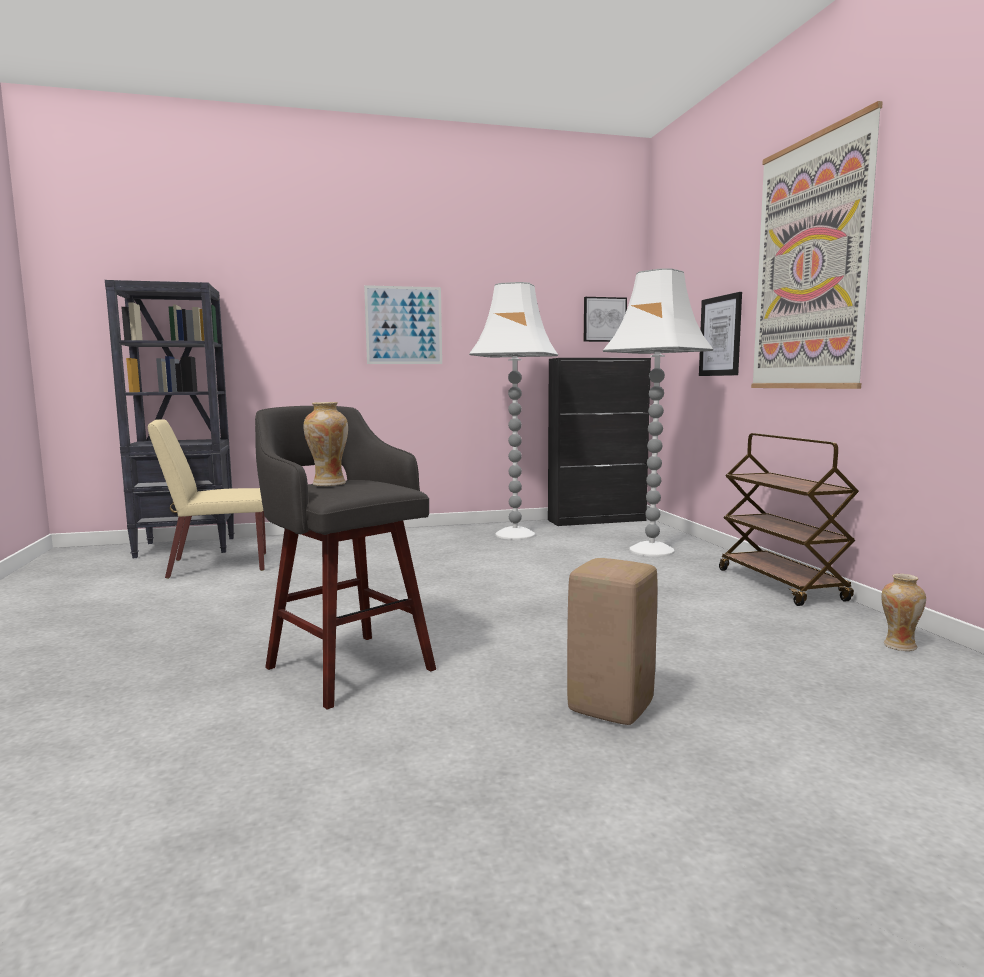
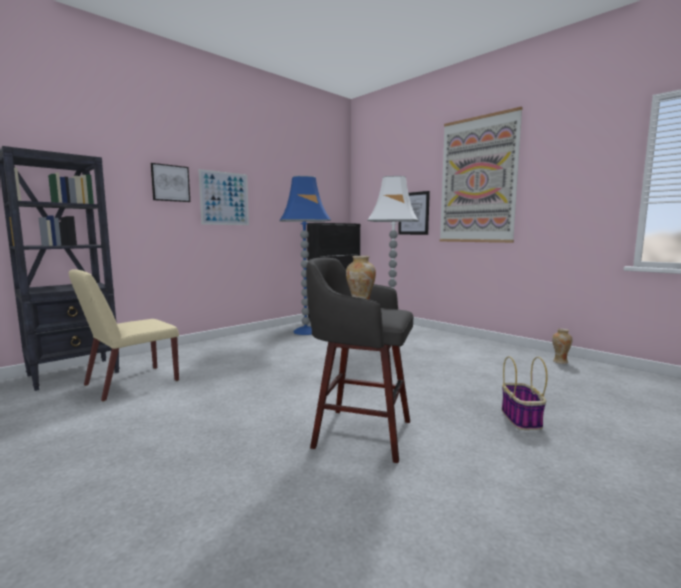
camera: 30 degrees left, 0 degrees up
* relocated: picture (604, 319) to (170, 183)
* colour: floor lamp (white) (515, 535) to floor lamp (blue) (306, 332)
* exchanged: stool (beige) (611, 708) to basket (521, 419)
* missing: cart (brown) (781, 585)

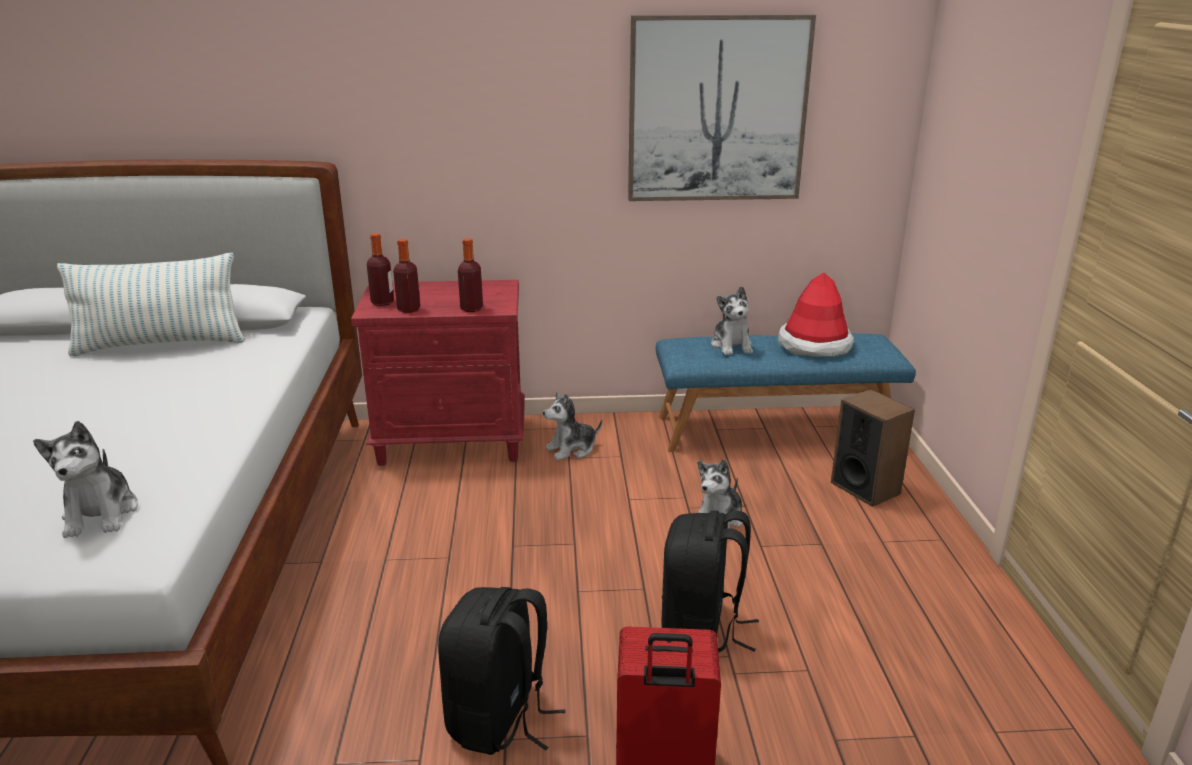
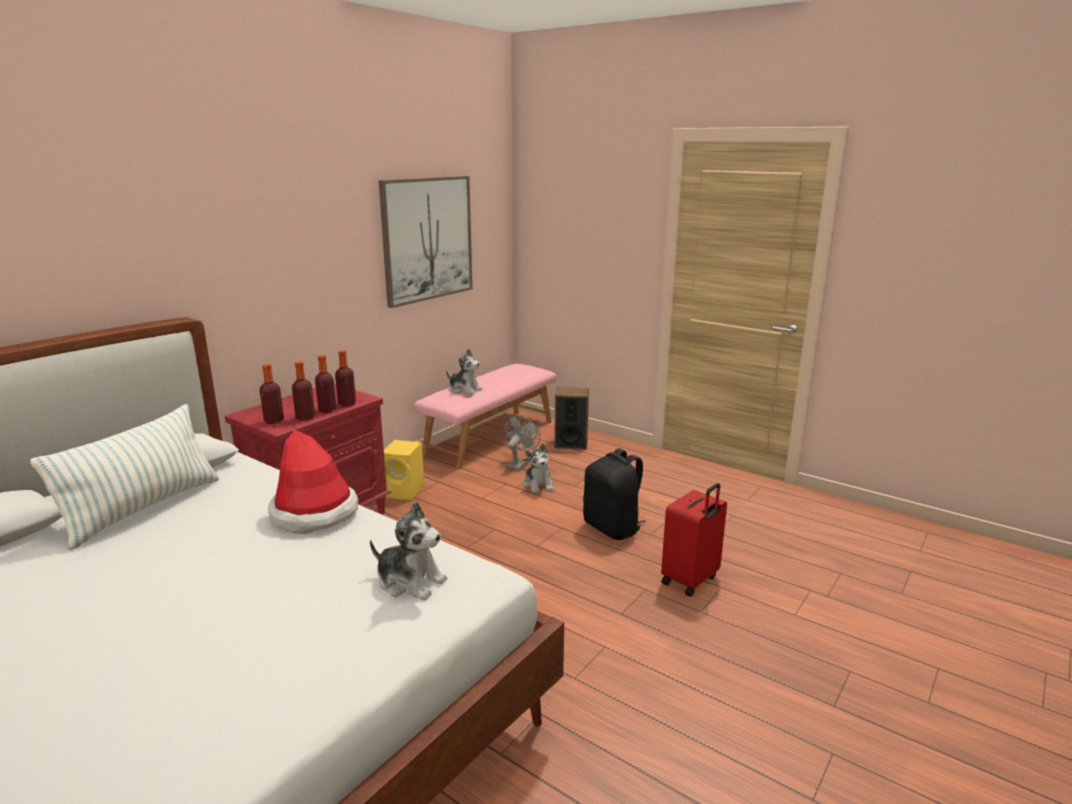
camera: 50 degrees left, 5 degrees down
* relocated: hat (814, 345) to (315, 513)
* appeared: bottle (327, 410)
* exchanged: plush toy (572, 449) to speaker (yellow) (405, 491)
* colour: bench (blue) (774, 429) to bench (pink) (489, 437)
* appeared: fan (grey) (519, 464)
* missing: backpack (black) (499, 719)

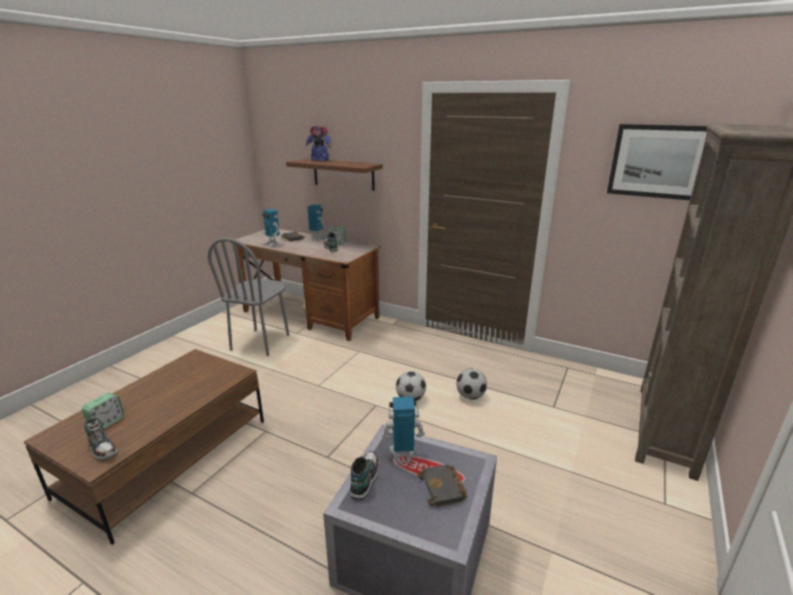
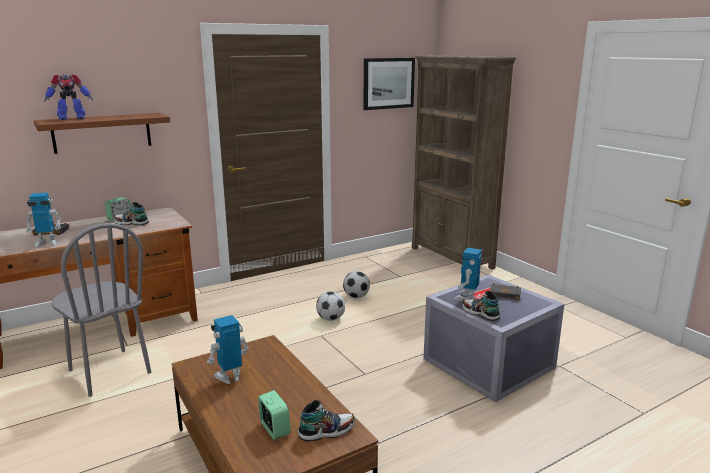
camera: 60 degrees left, 5 degrees down
* relocated: toy robot (317, 237) to (230, 377)

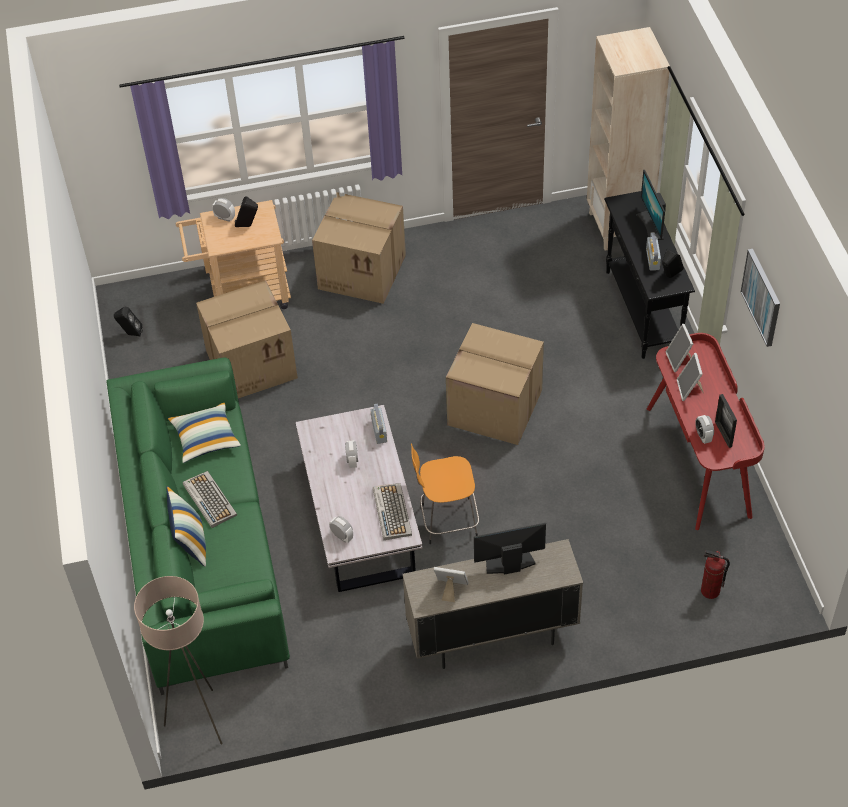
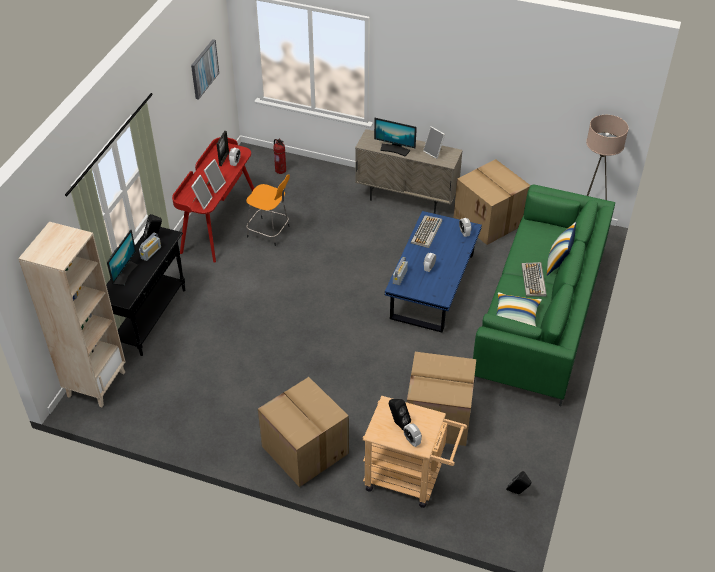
camera: 150 degrees left, 5 degrees down
* relocated: picture (762, 297) to (204, 69)
* relocated: stool (orange) (447, 521) to (269, 232)
* colour: coffee table (white) (360, 515) to coffee table (blue) (432, 286)
* relocated: cardboard box (493, 408) to (490, 221)

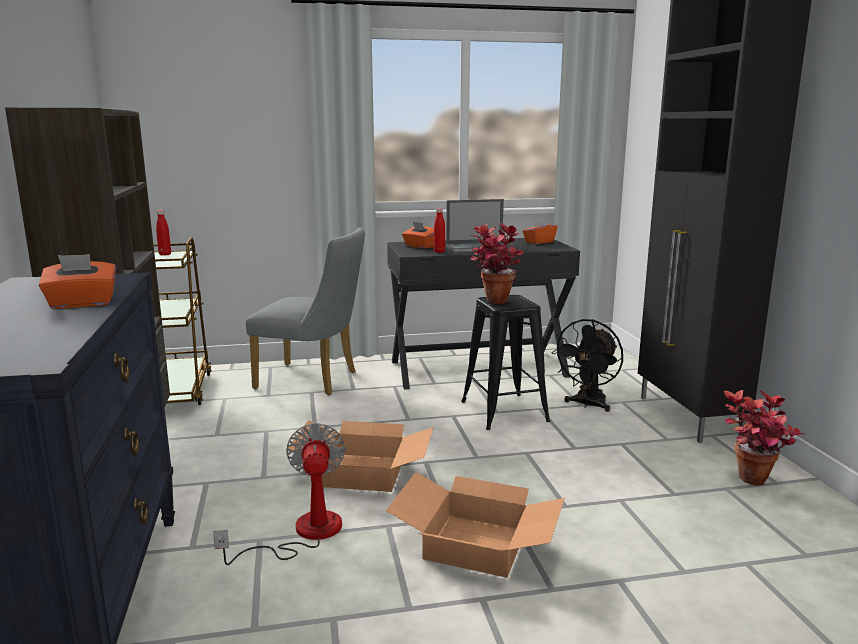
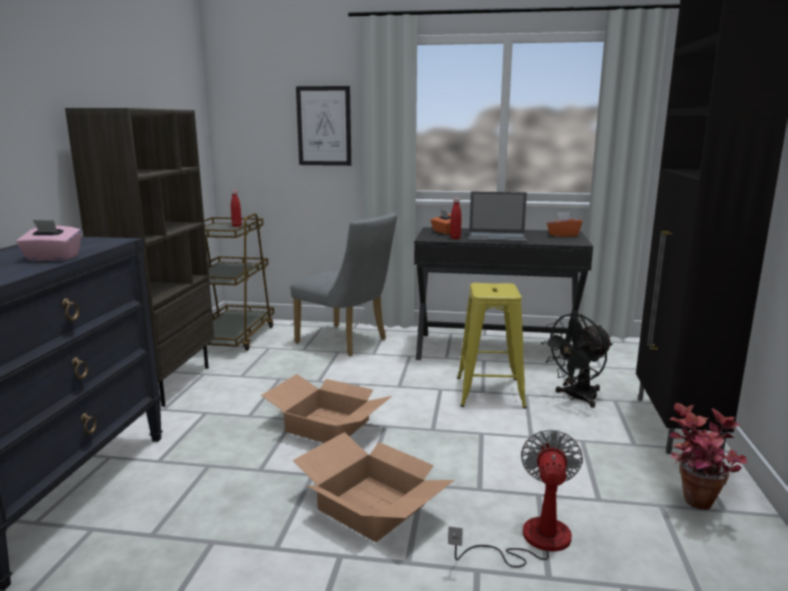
camera: 20 degrees right, 0 degrees up
* colour: tissue box (orange) (82, 304) to tissue box (pink) (52, 258)
* appeared: picture (324, 126)
* relocated: fan (303, 534) to (531, 540)
* colour: stool (black) (504, 411) to stool (yellow) (490, 392)
* missing: potted plant (493, 303)

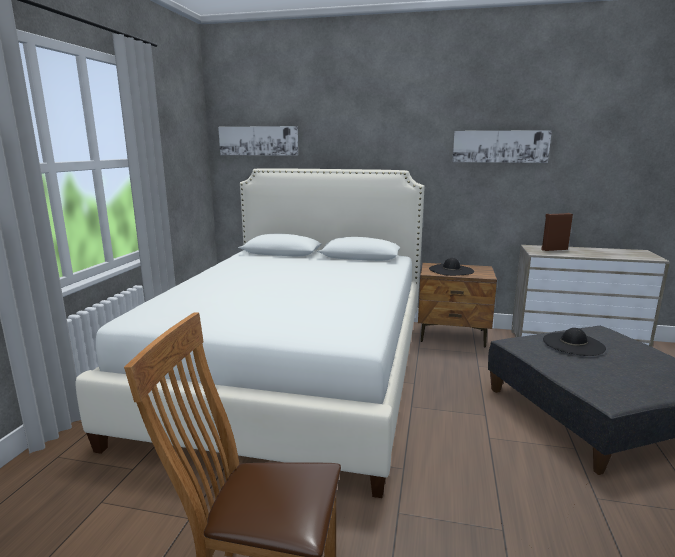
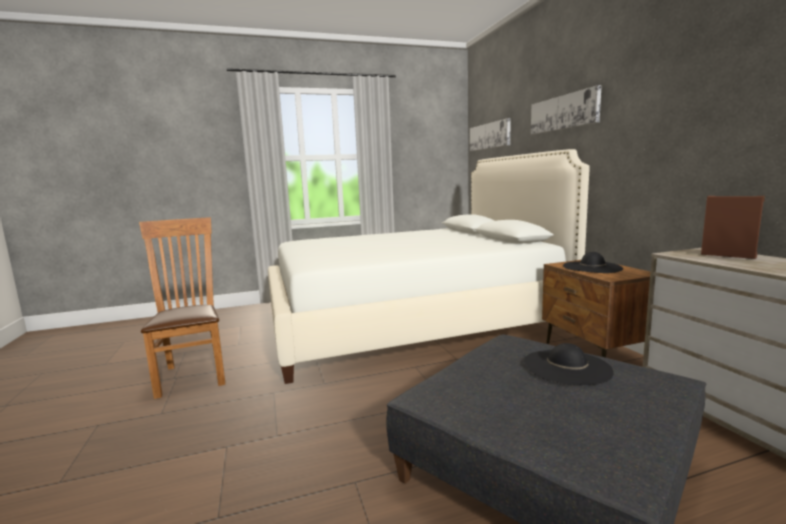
camera: 60 degrees right, 5 degrees down
* relocated: picture (500, 146) to (564, 112)

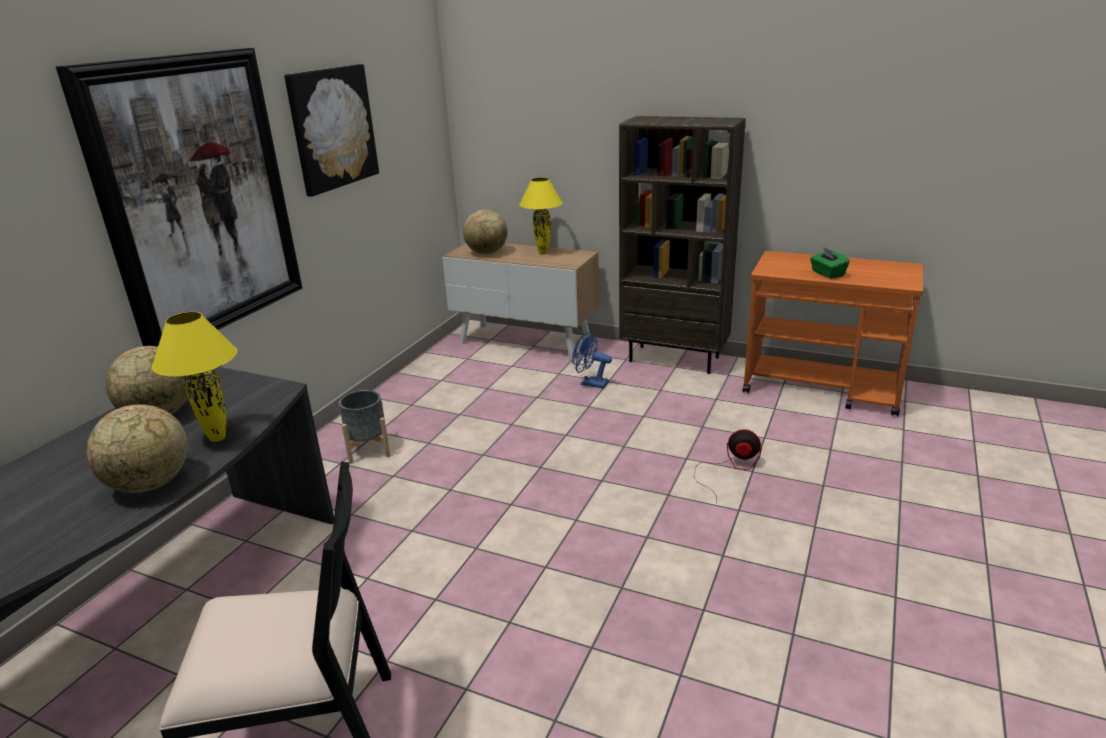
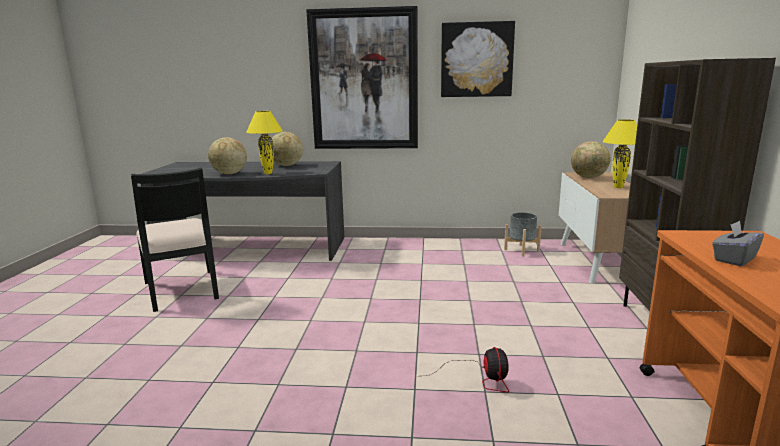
camera: 70 degrees right, 10 degrees down
* relocated: planter (grey) (368, 450) to (521, 250)
* colour: tissue box (green) (827, 274) to tissue box (grey) (734, 259)
* missing: fan (blue) (590, 383)

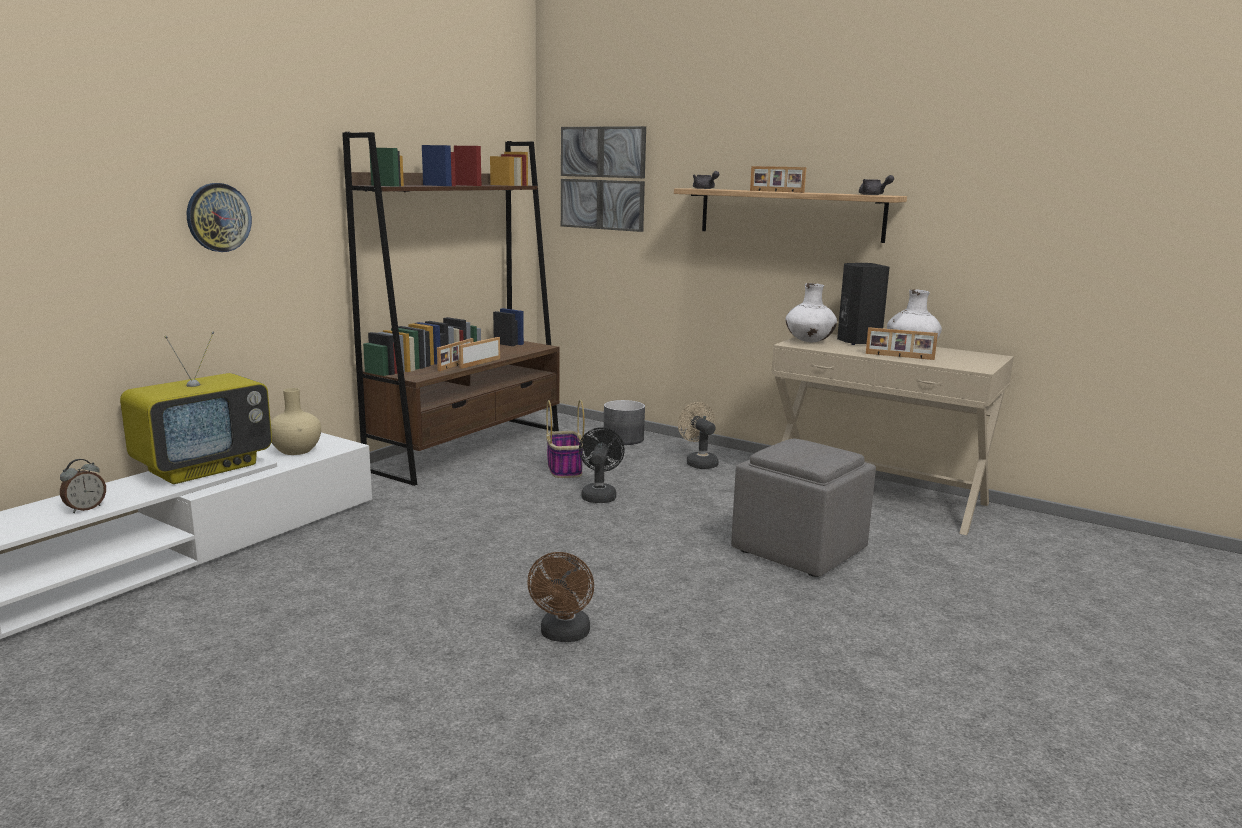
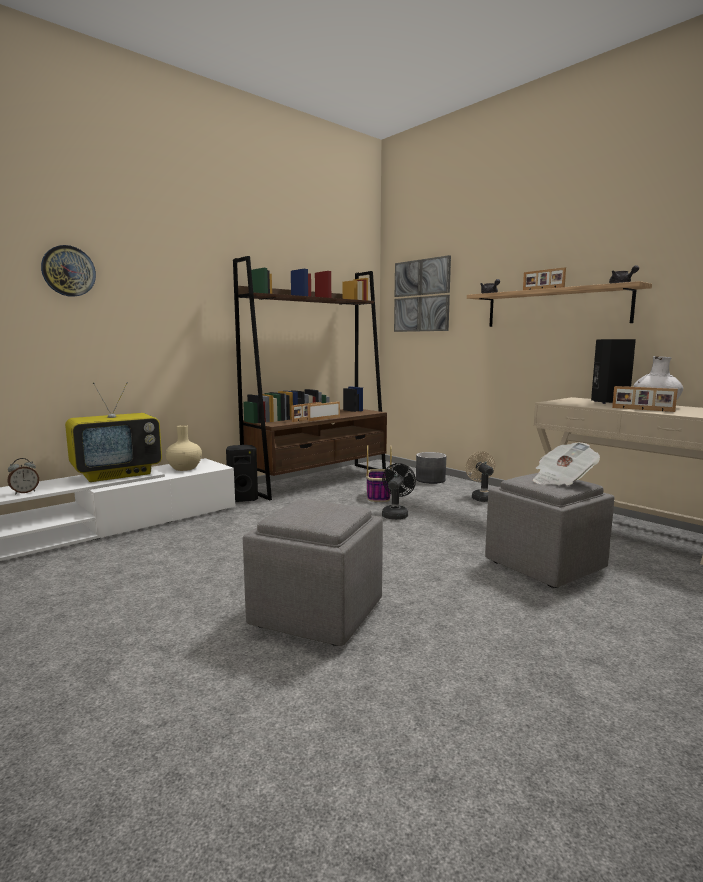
camera: 15 degrees right, 5 degrees down
* relocated: wall clock (218, 217) to (68, 271)
* appeared: speaker (black) (242, 499)
* exchanged: fan (brown) (564, 635) to ottoman (grey) (318, 613)
* appeared: newspaper (562, 480)
* missing: vase (white) (809, 341)

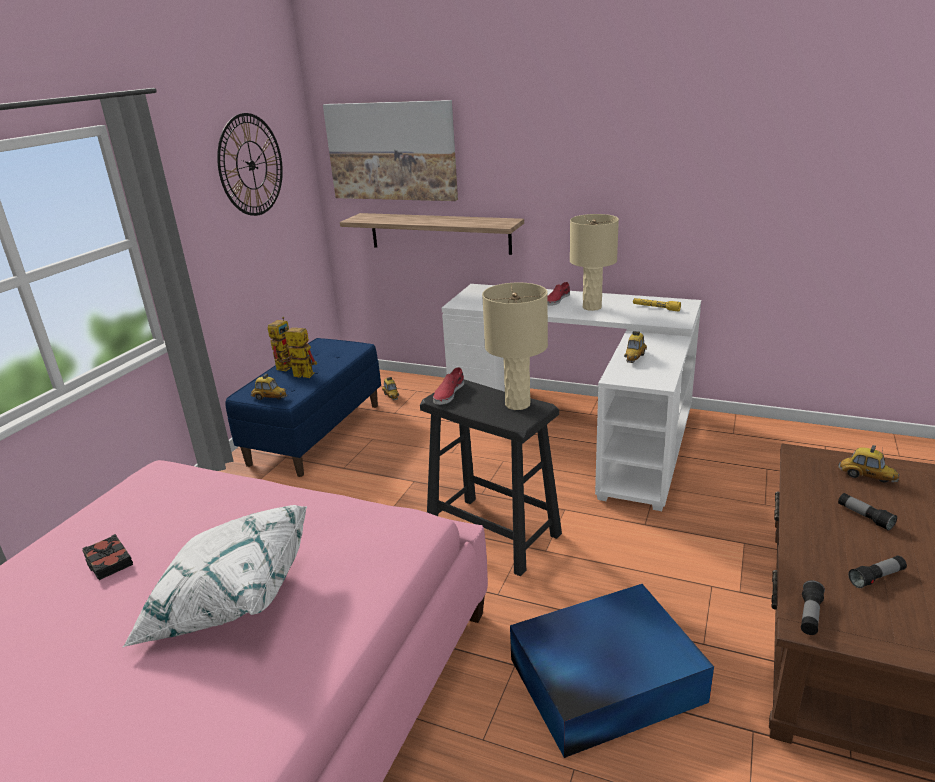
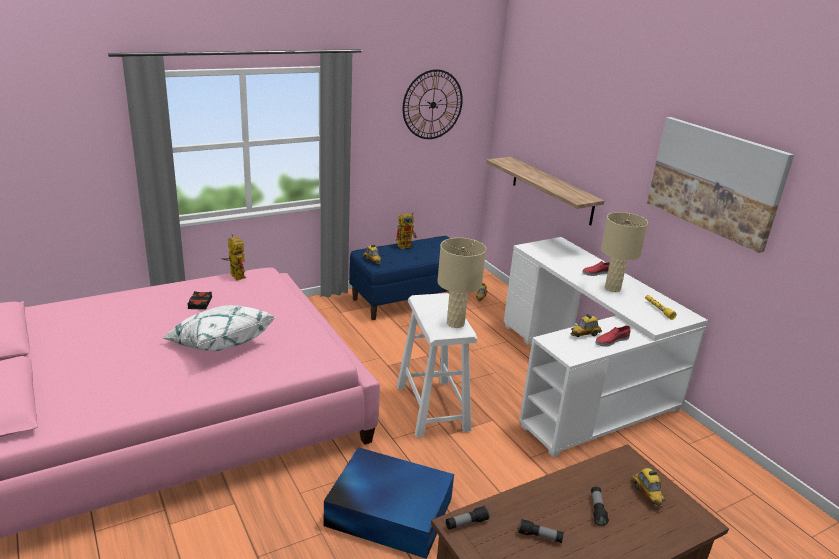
camera: 35 degrees right, 0 degrees up
* relocated: toy robot (298, 375) to (235, 275)
* colour: stool (black) (492, 533) to stool (white) (432, 407)
* relocated: shoe (red) (448, 393) to (611, 340)
* relocated: picture (391, 151) to (715, 181)

